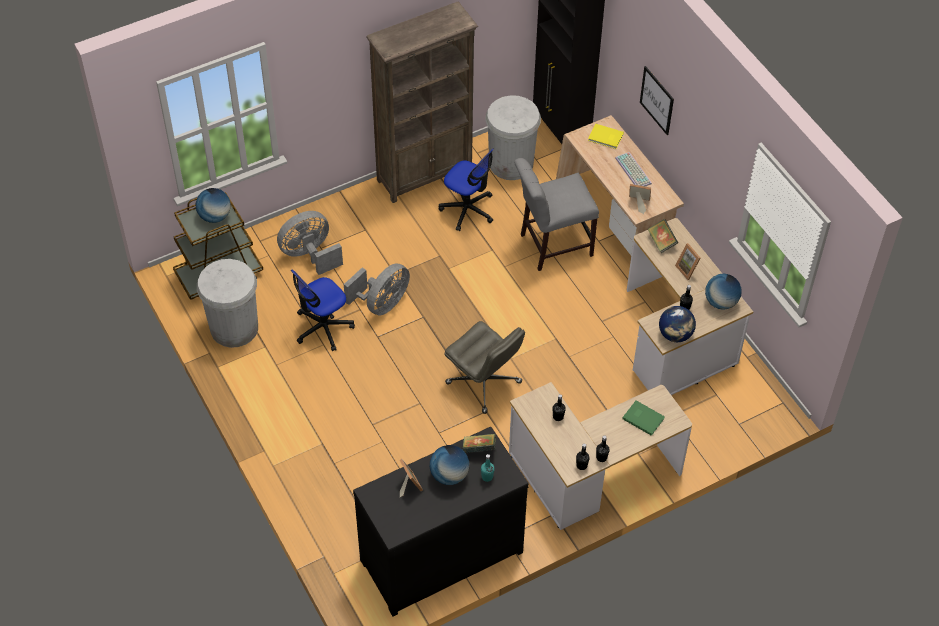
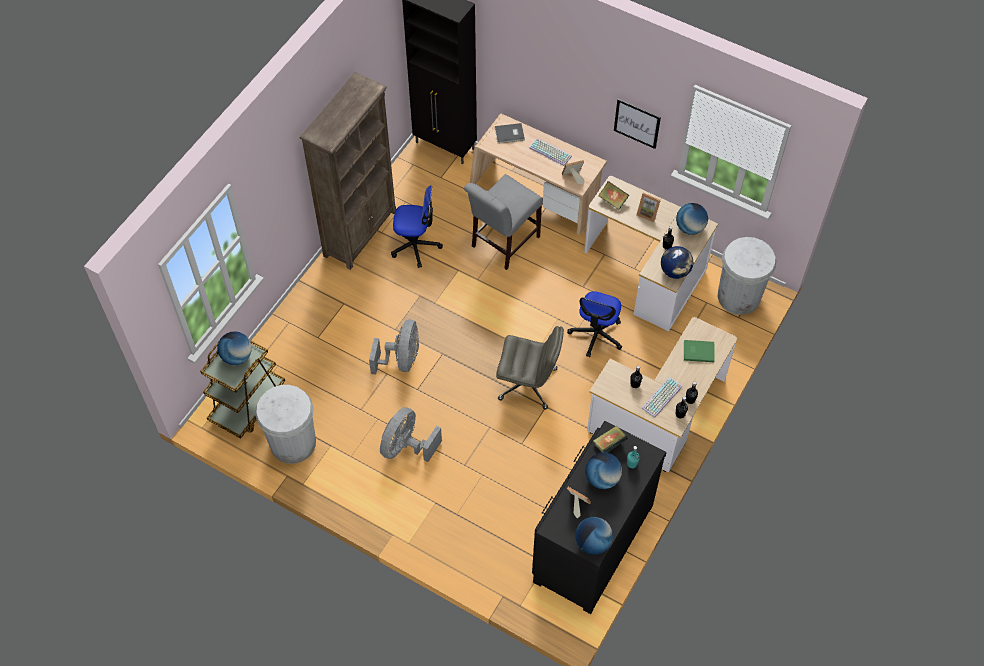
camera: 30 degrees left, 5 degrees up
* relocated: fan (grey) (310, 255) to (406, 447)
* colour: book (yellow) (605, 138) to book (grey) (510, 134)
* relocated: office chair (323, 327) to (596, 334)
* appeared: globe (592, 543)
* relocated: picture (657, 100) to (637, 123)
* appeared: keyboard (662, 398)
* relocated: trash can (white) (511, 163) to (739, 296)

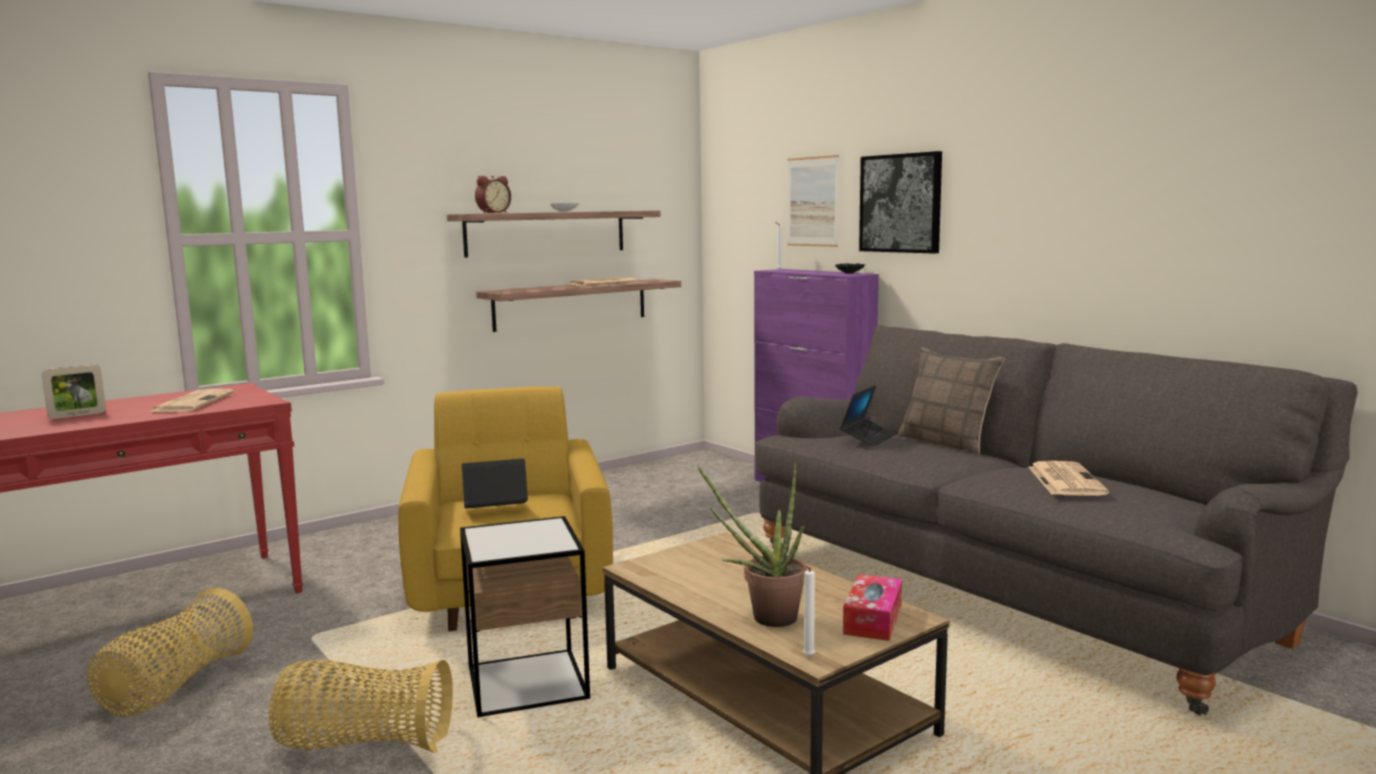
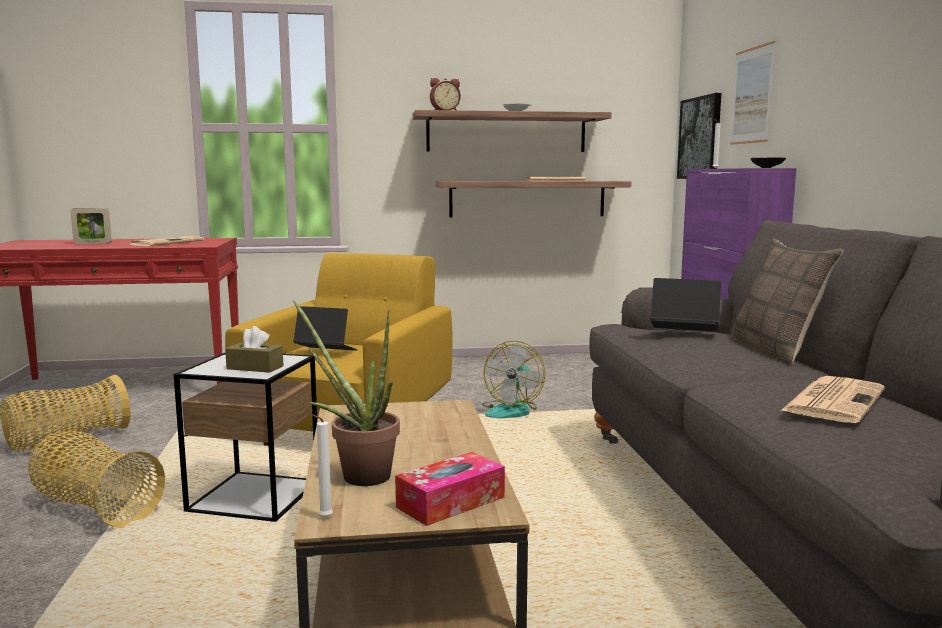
camera: 30 degrees right, 0 degrees up
* appeared: tissue box (brown) (255, 367)
* appeared: fan (512, 411)
* spun: laptop (867, 438) = (684, 333) 135 degrees counterclockwise
* relocated: picture (901, 203) to (700, 138)

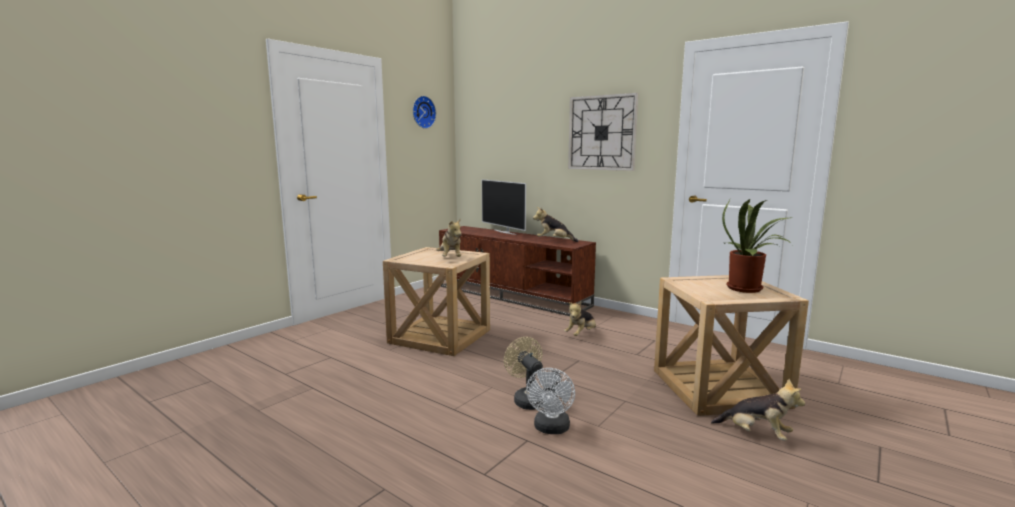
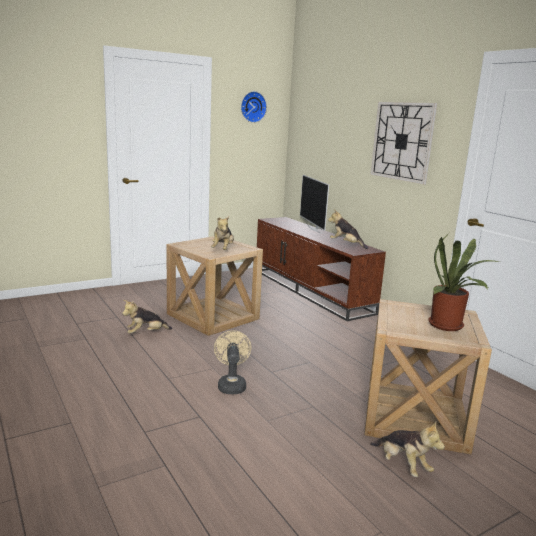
camera: 20 degrees right, 5 degrees up
* relocated: plush toy (581, 334) to (146, 333)
* missing: fan (white) (551, 429)

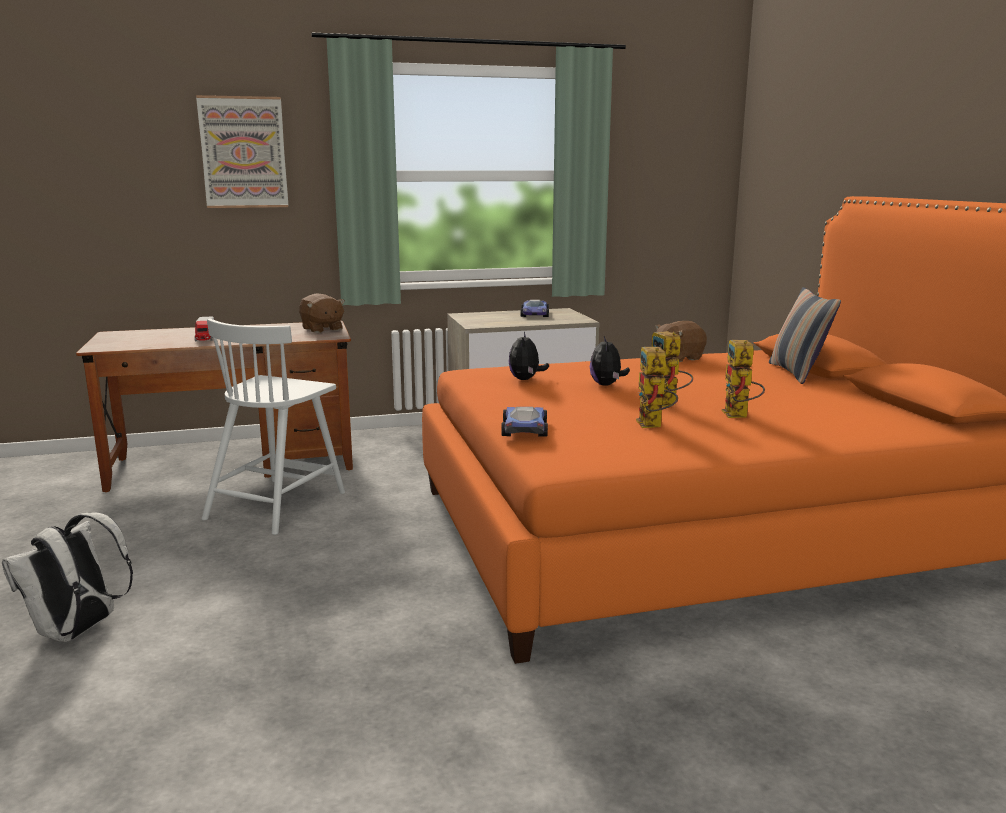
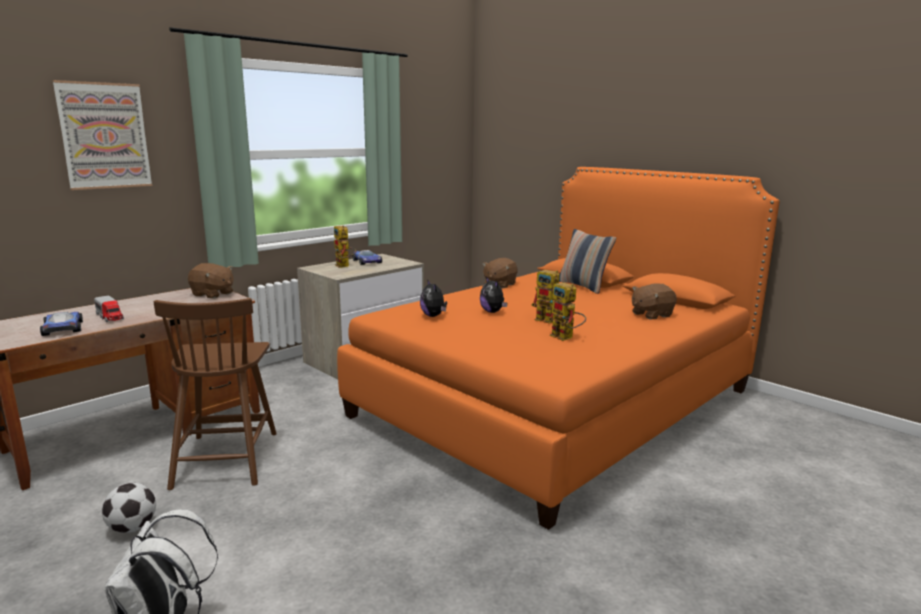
camera: 30 degrees left, 0 degrees up
* relocated: toy car (524, 428) to (63, 328)
* appeared: football (132, 528)
* colour: chair (white) (277, 504) to chair (brown) (226, 458)
* relocated: toy robot (739, 416) to (344, 266)
* appeared: plush toy (brown) (651, 314)

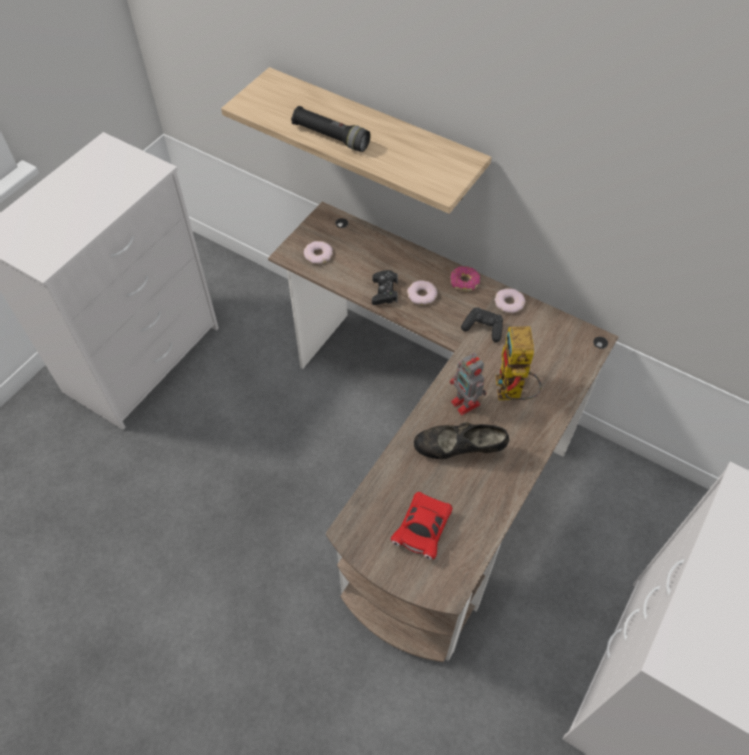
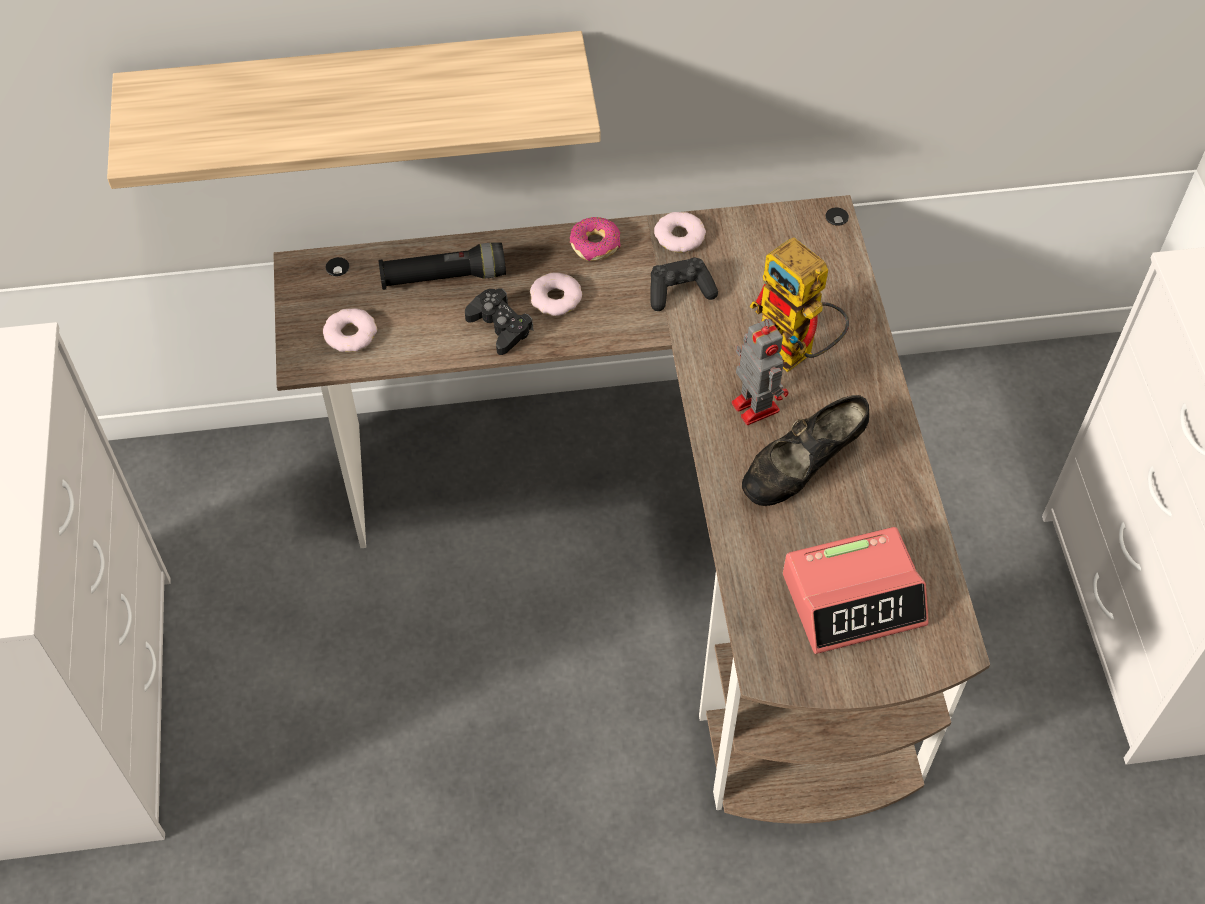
camera: 40 degrees left, 0 degrees up
* relocated: flashlight (black) (331, 137) to (443, 277)
* spun: toy robot (466, 404) = (754, 405) 135 degrees counterclockwise
* exchanged: toy car (red) (422, 529) to alarm clock (854, 598)

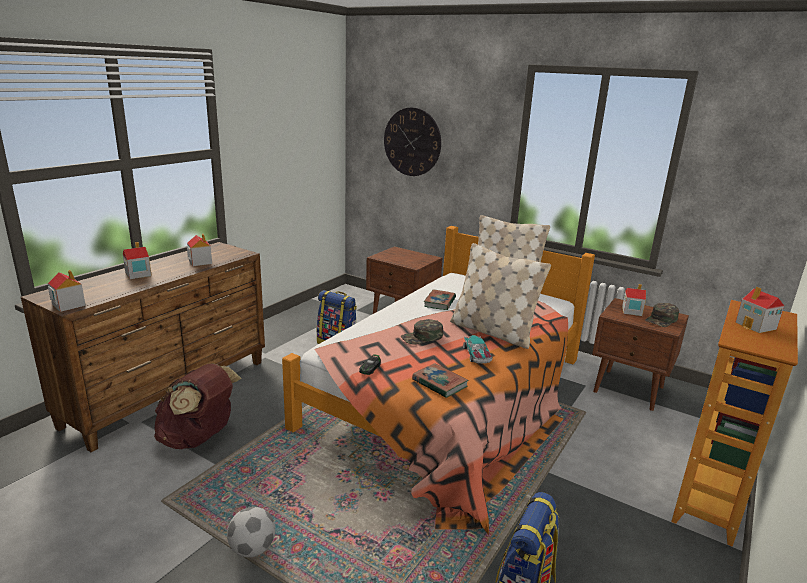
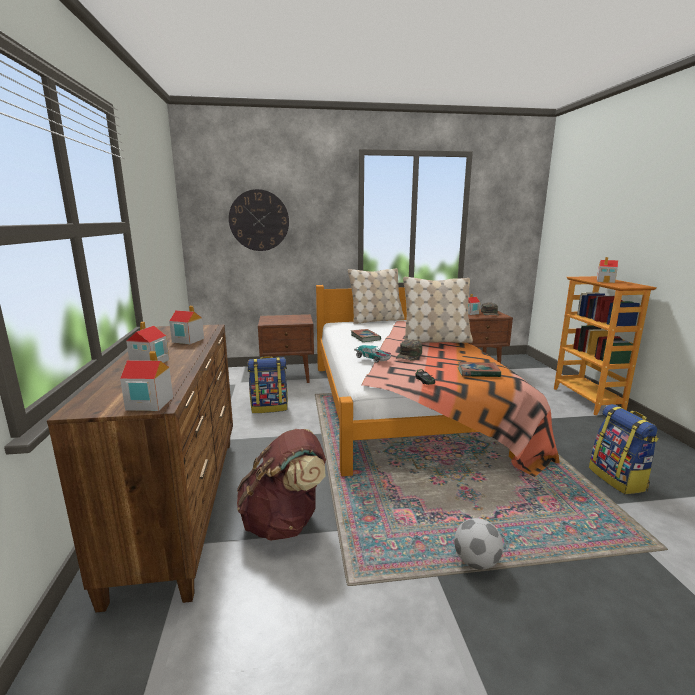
camera: 40 degrees left, 5 degrees down
* relocated: toy car (477, 355) to (373, 358)

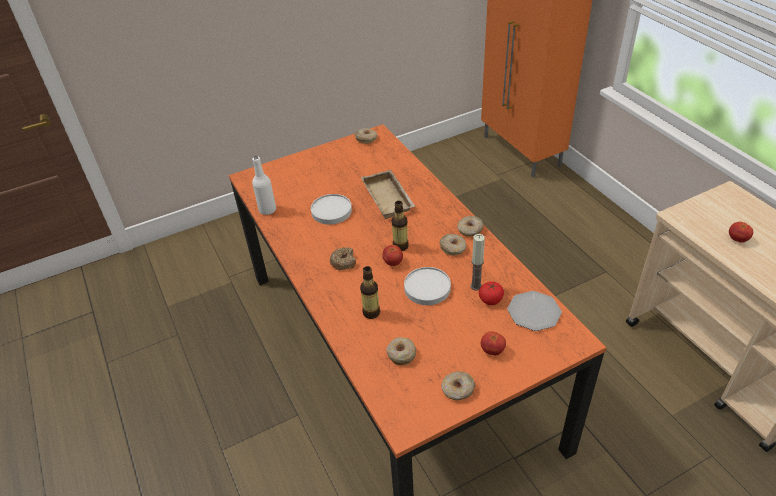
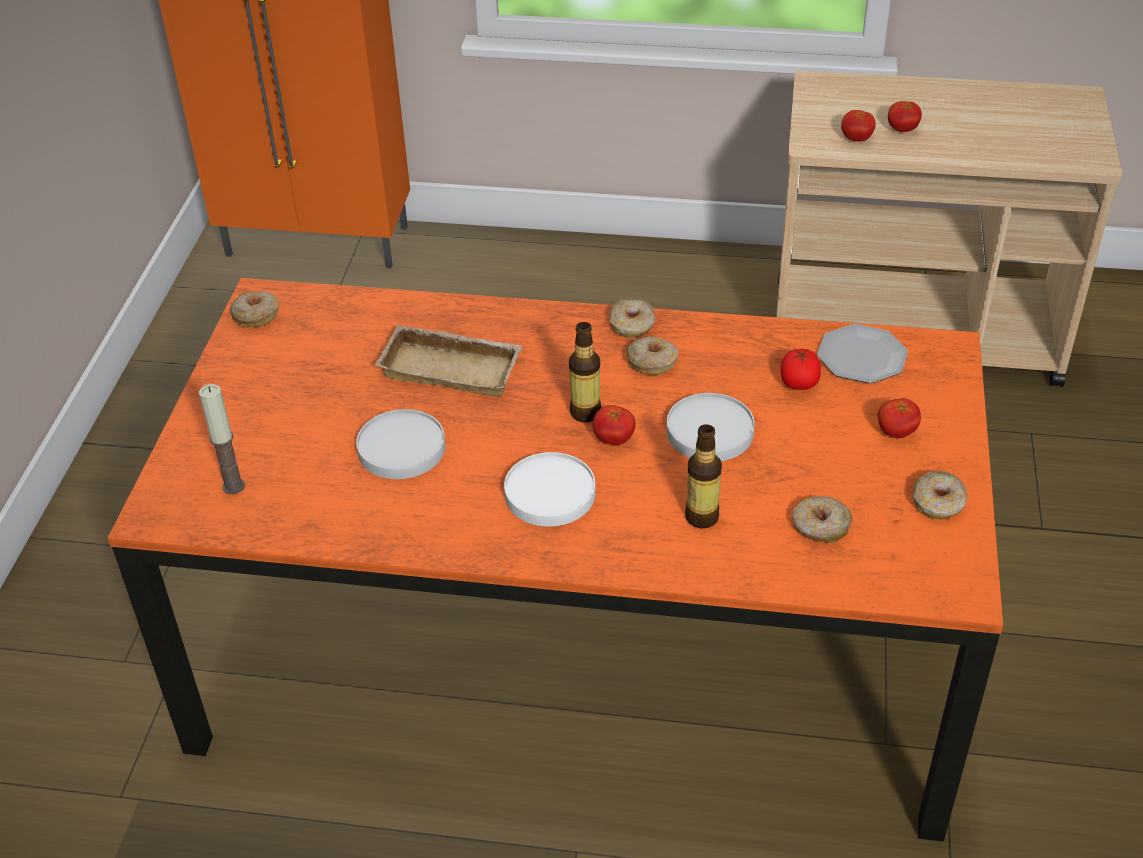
camera: 55 degrees left, 0 degrees up
* relocated: candle (476, 286) to (233, 486)
* exchanged: donut (343, 262) to plate (white) (550, 494)
* appeared: tomato (856, 139)
* missing: bottle (white) (267, 210)

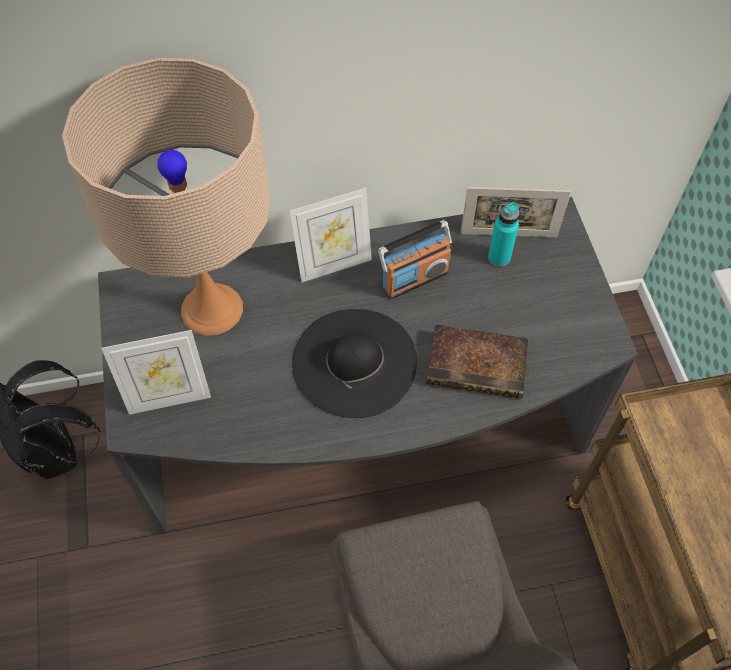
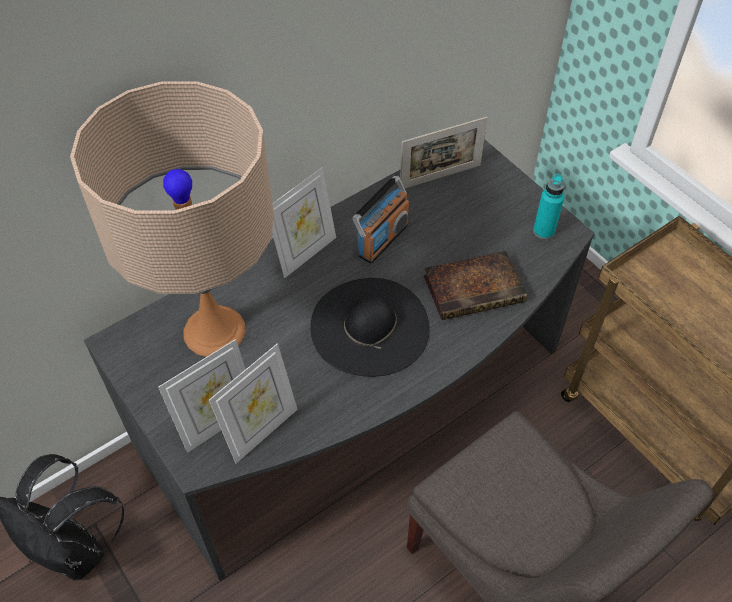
camera: 25 degrees left, 5 degrees down
* appeared: picture frame (261, 430)
* relocated: bottle (turquoise) (499, 257) to (544, 231)

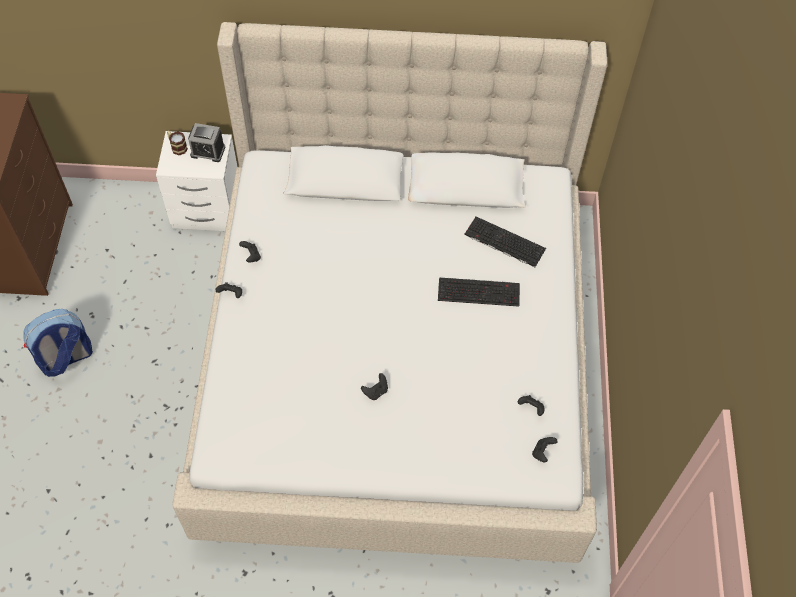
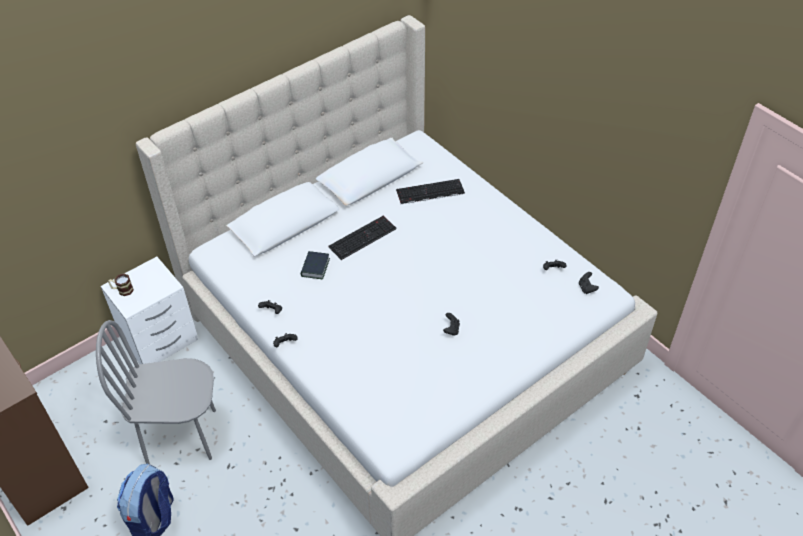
camera: 40 degrees left, 10 degrees down
* appeared: chair (grey) (181, 436)
* appeared: book (315, 267)
* relocated: keyboard (479, 291) to (362, 237)
* missing: alarm clock (208, 151)

